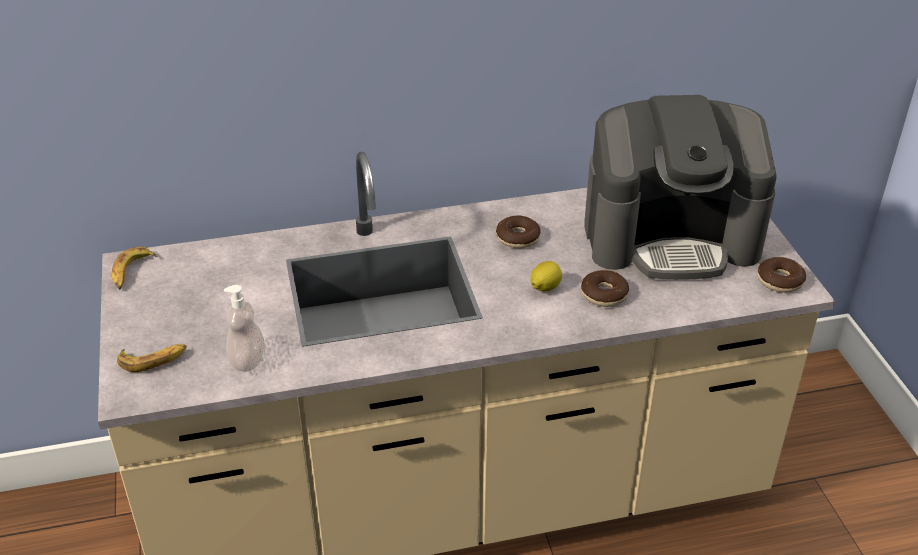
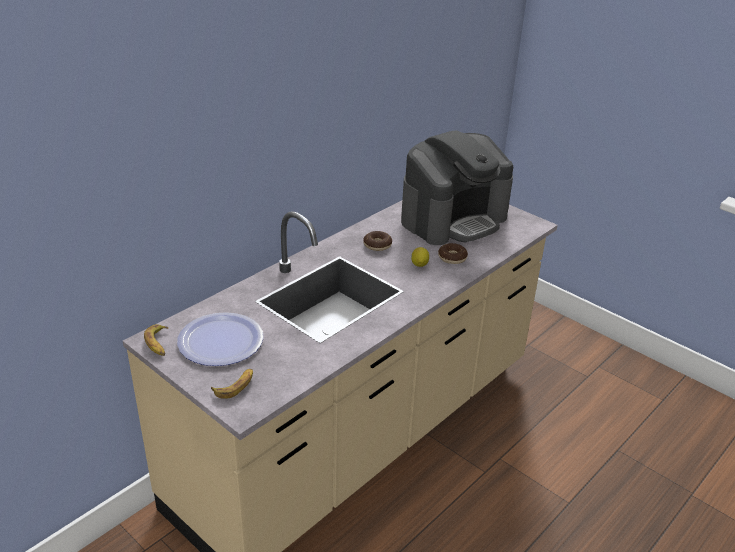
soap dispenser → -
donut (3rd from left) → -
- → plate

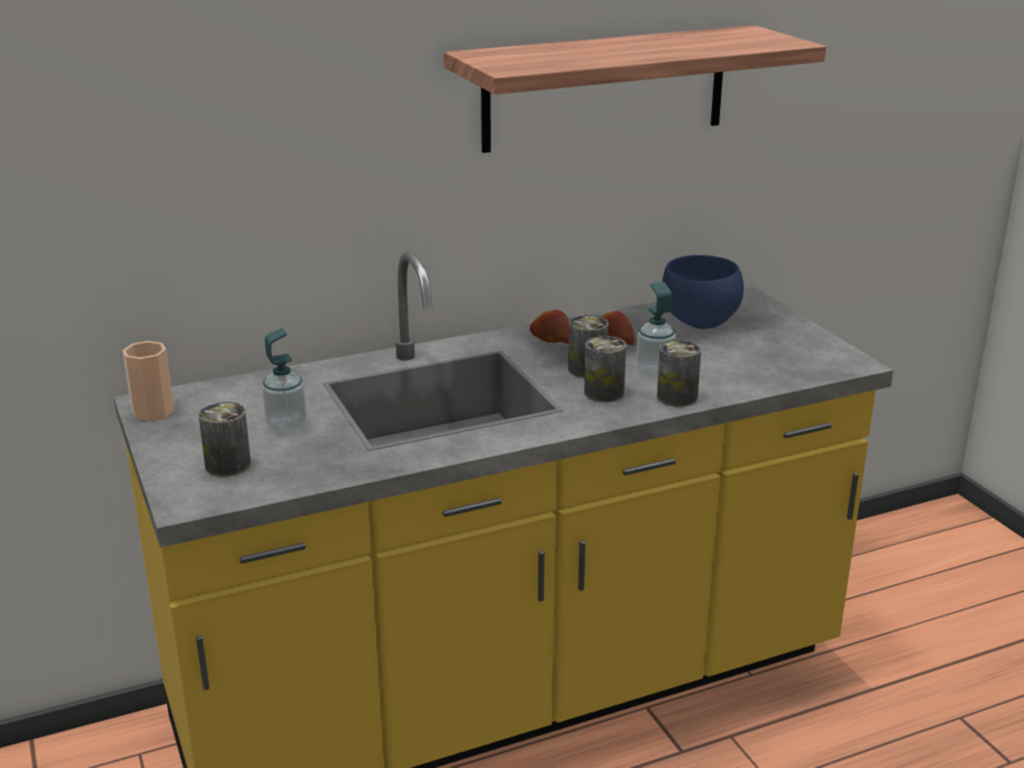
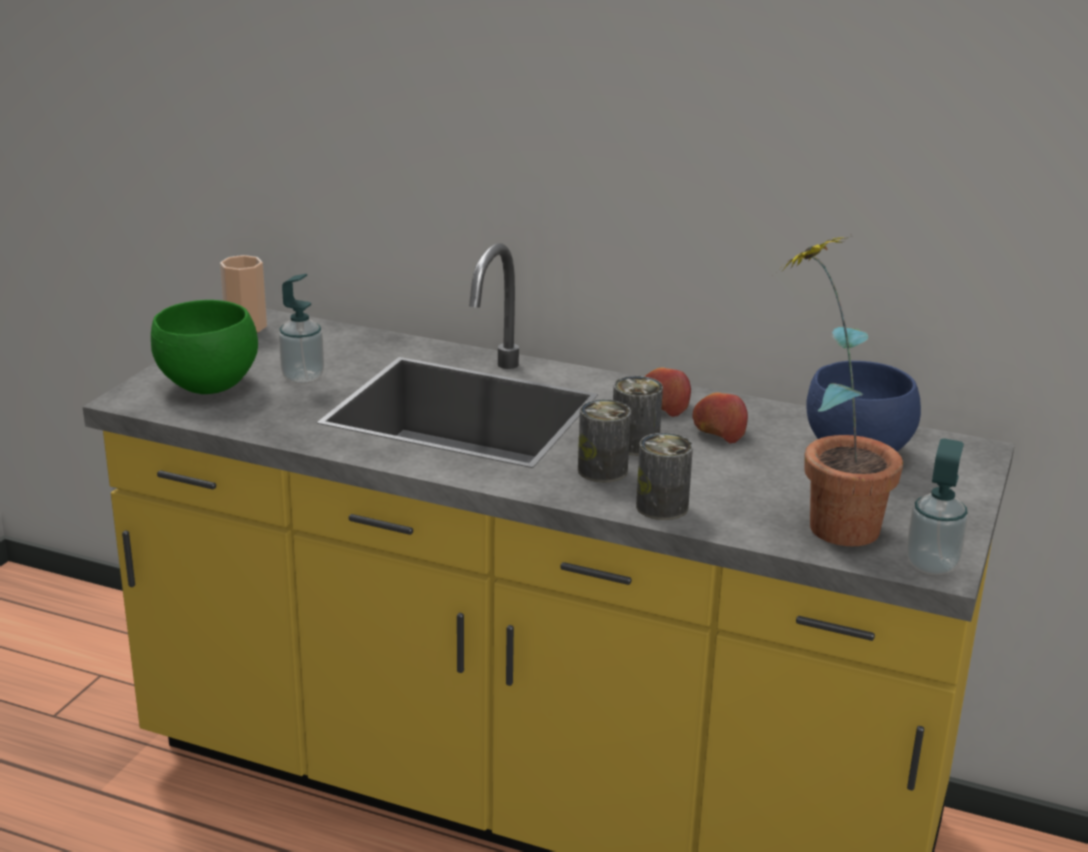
can (1st from left) → green bowl
shelf → -
soap dispenser (2nd from left), move
- → potted plant

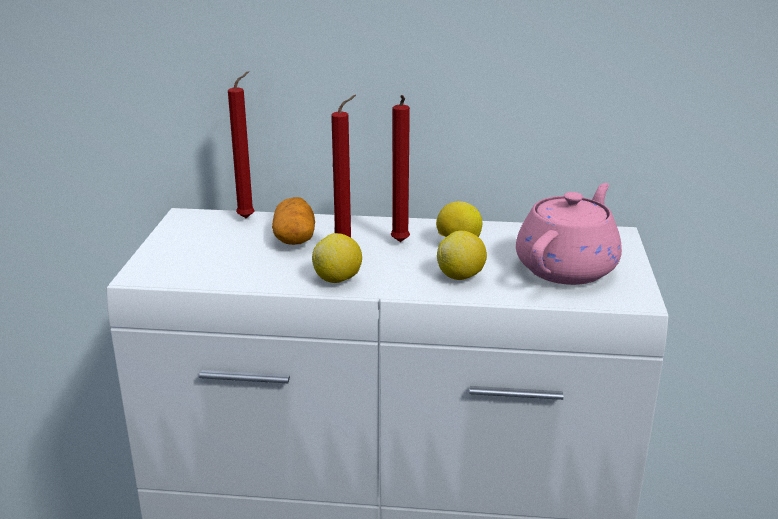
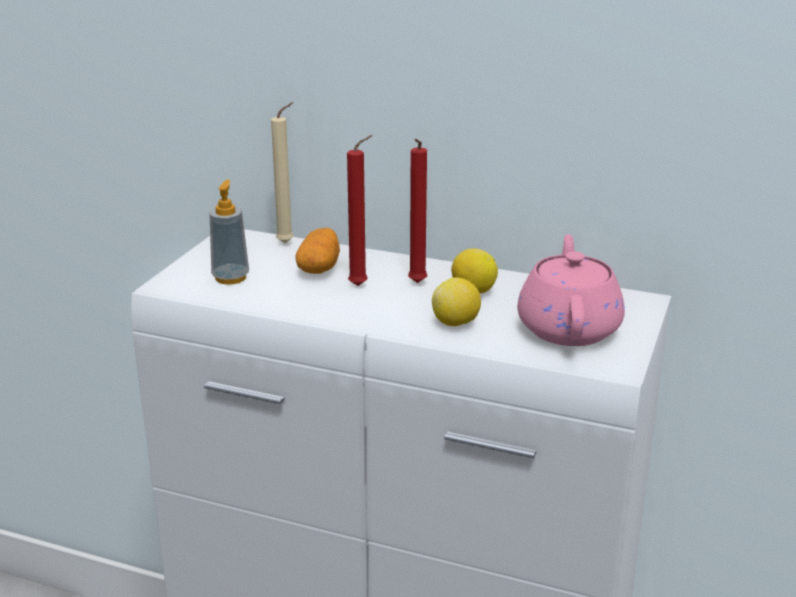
red candle (1st from left) → beige candle
lemon (1st from left) → -
pink teapot, 45 degrees counterclockwise
- → soap dispenser

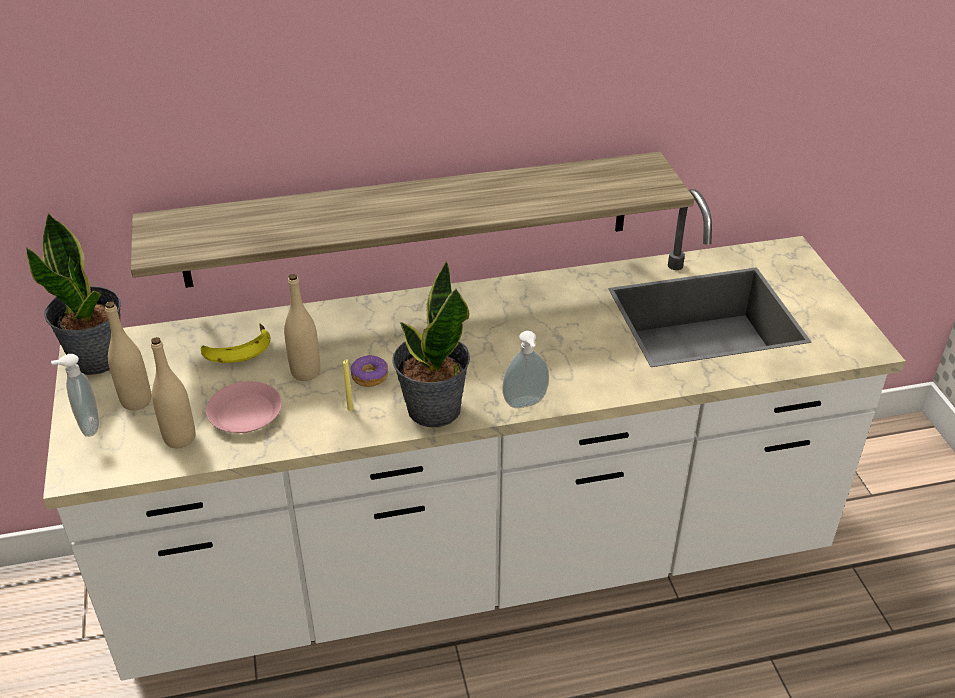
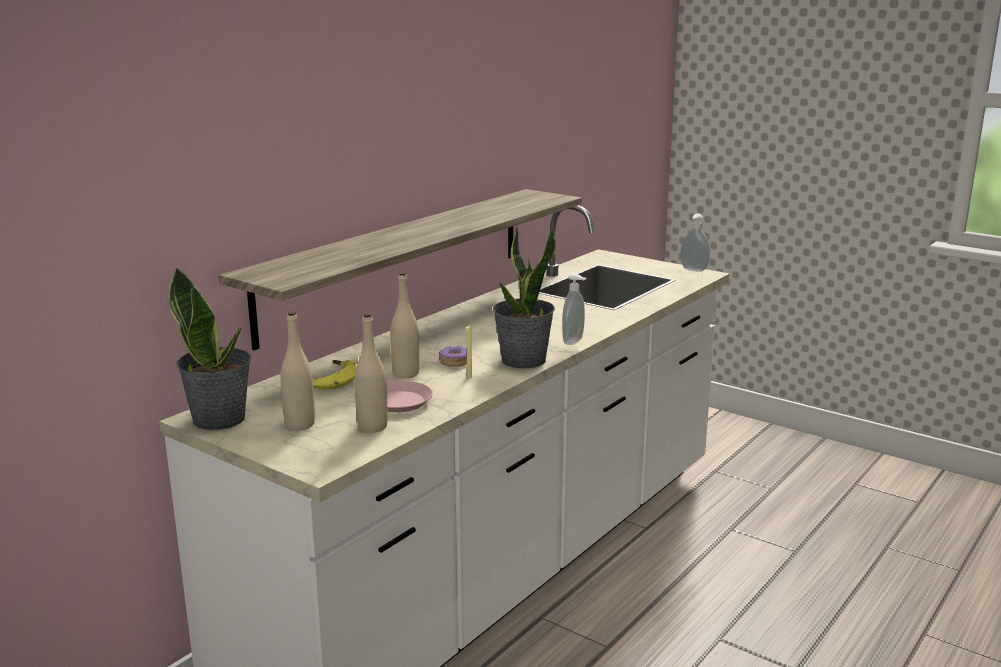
soap dispenser (1st from left in the first image) → soap dispenser (2nd from left), move

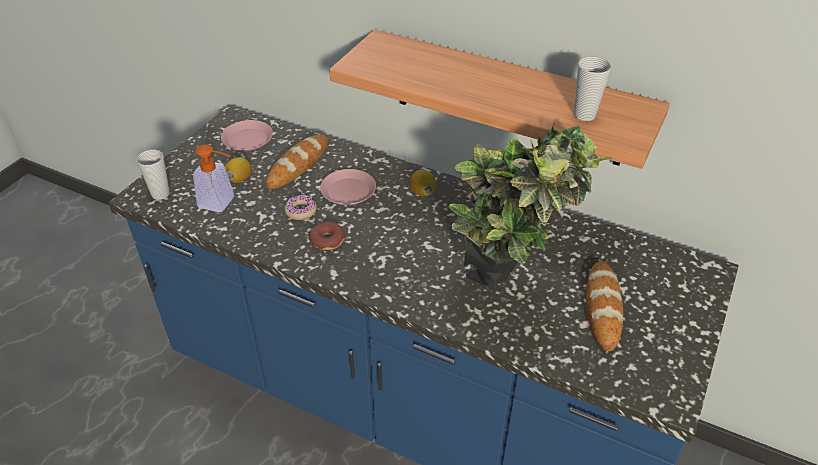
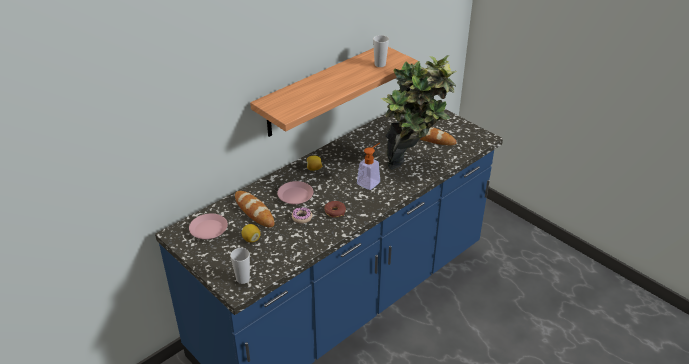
soap dispenser, move

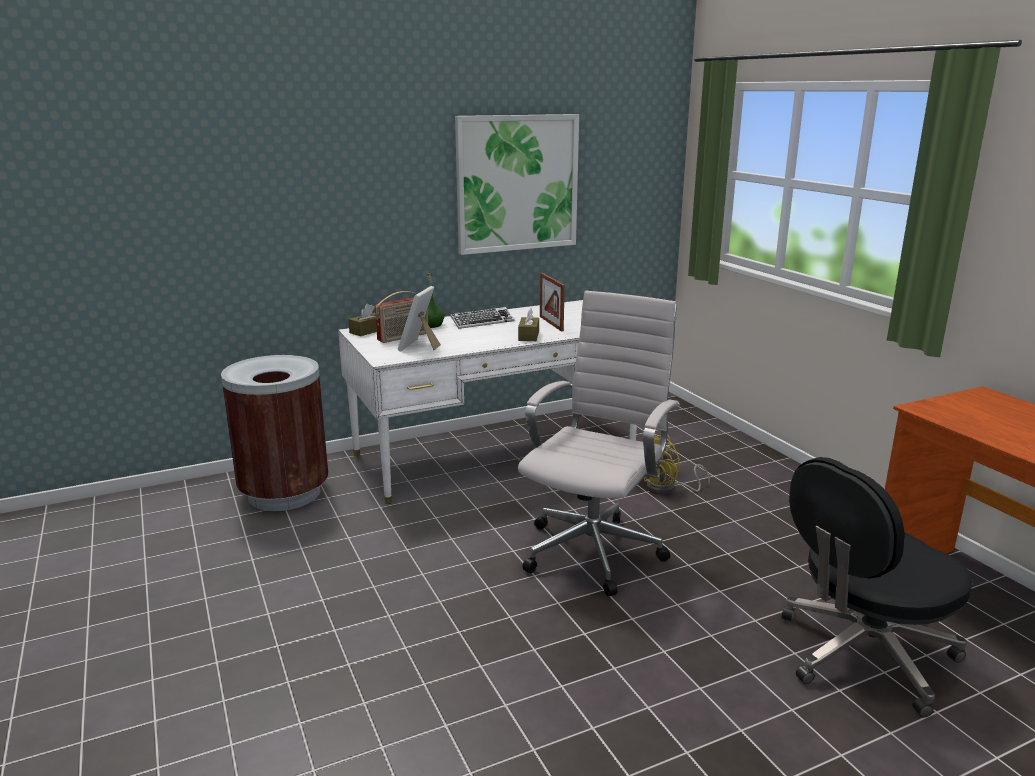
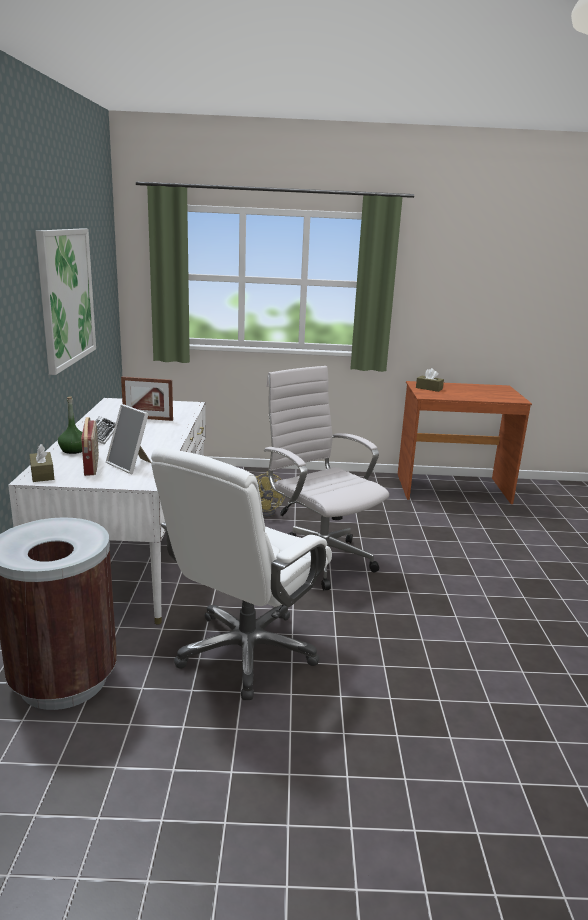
brown tissue box (2nd from left), move
black office chair → -
- → white office chair (1st from left)

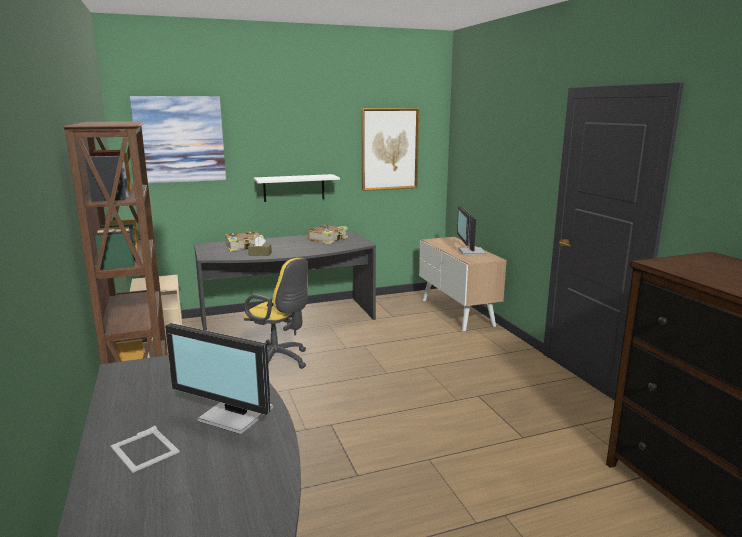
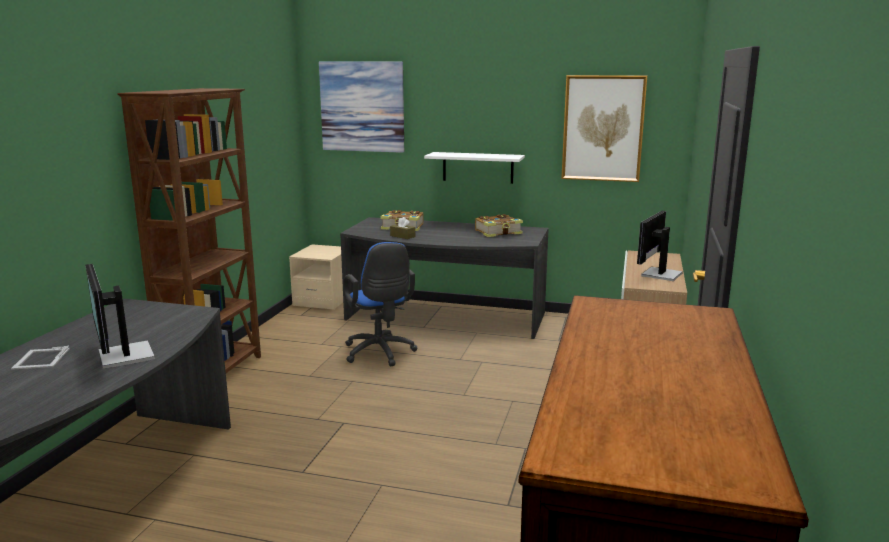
yellow office chair → blue office chair

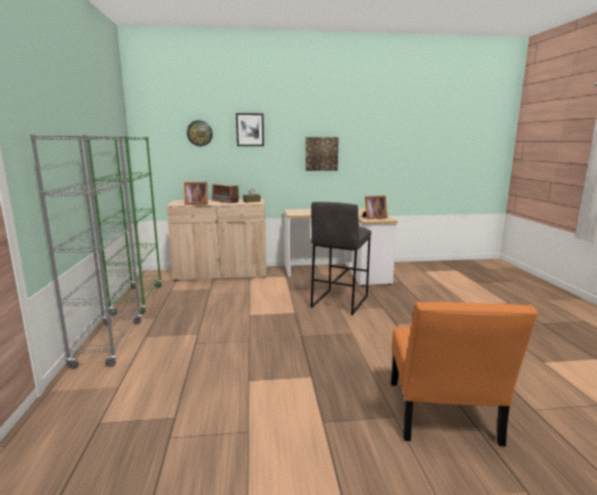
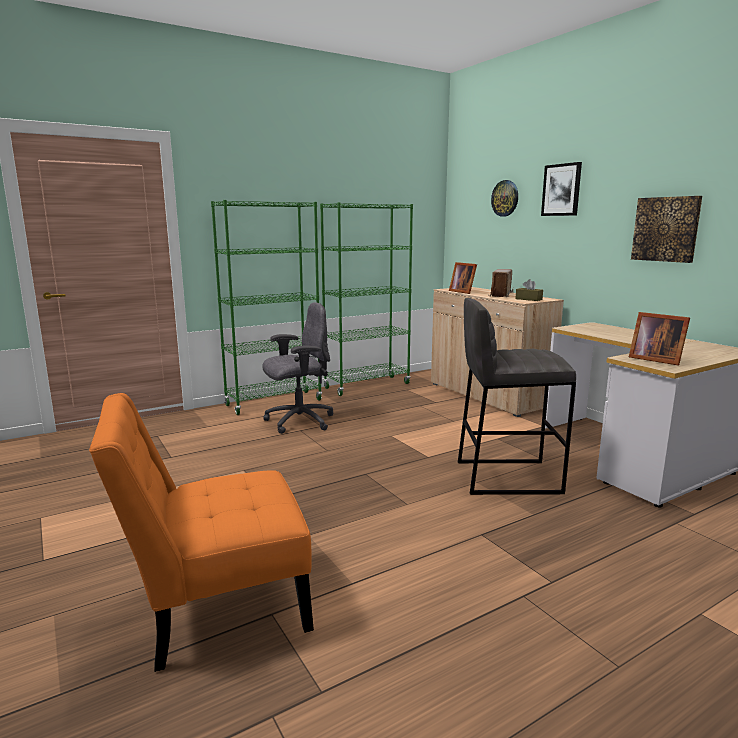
grey bookcase → green bookcase (1st from left)
- → grey office chair

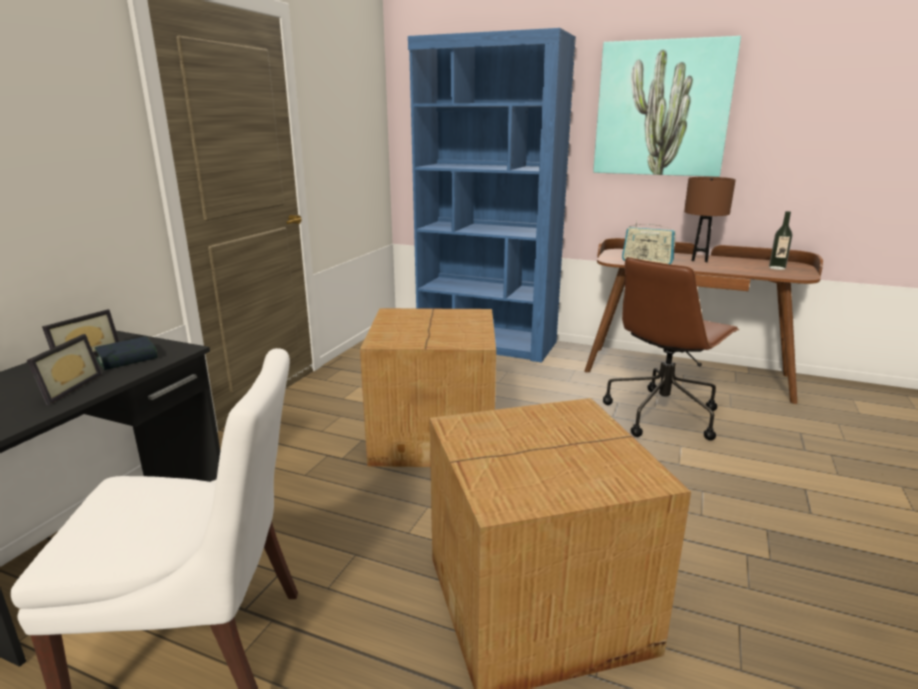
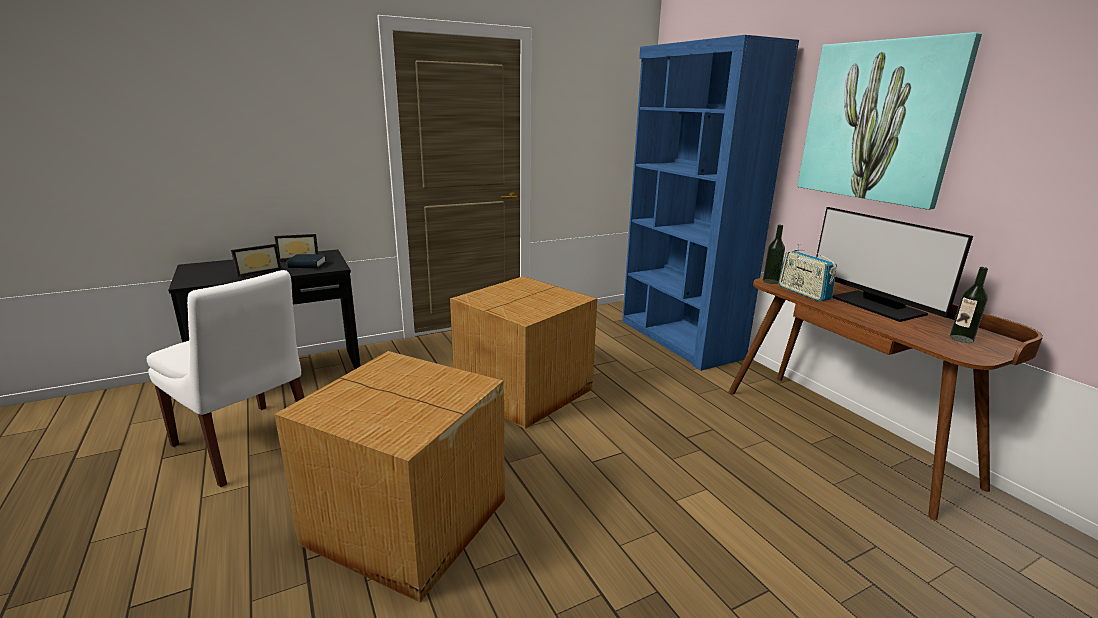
brown office chair → -
brown table lamp → monitor
- → bottle (1st from left)

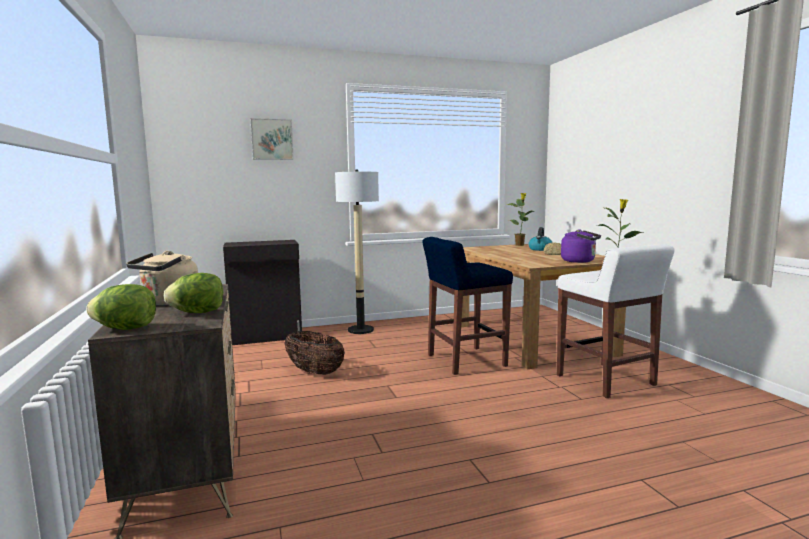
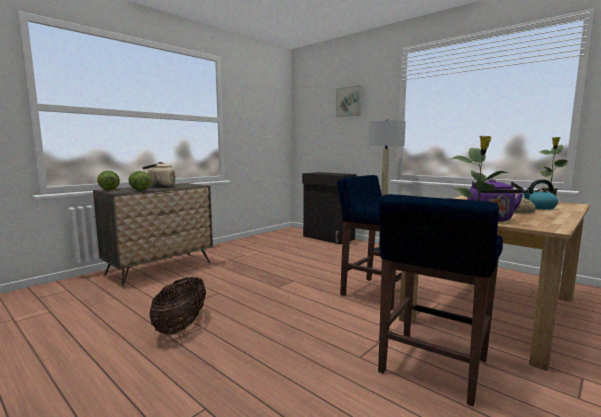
basket, move
white stool → blue stool (2nd from left)

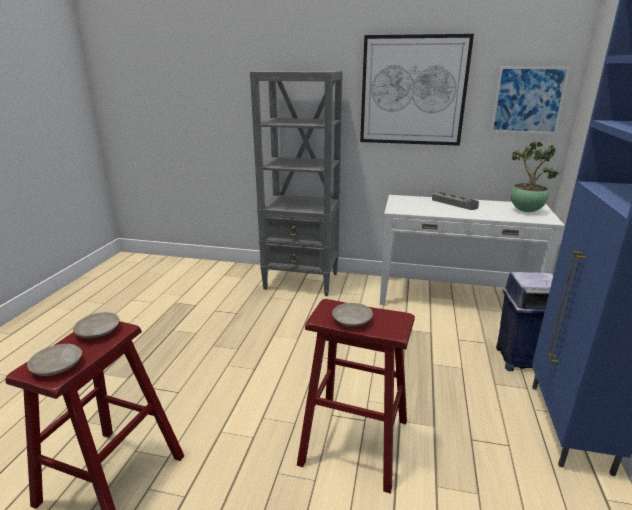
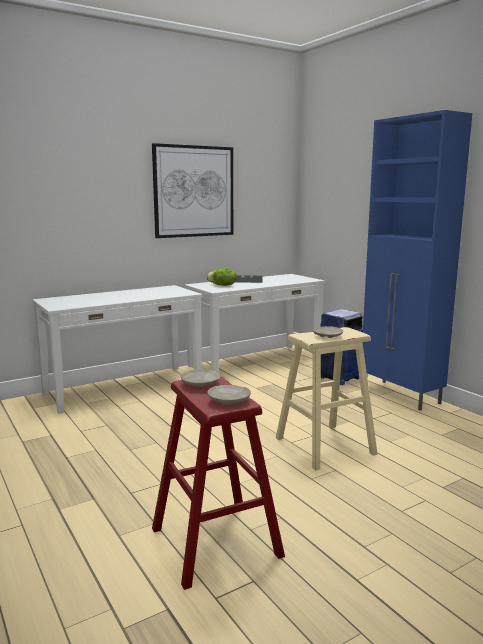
grey bookcase → white console table (1st from left)
red stool (2nd from left) → beige stool
picture (2nd from left) → -
potted plant → -
- → lettuce

